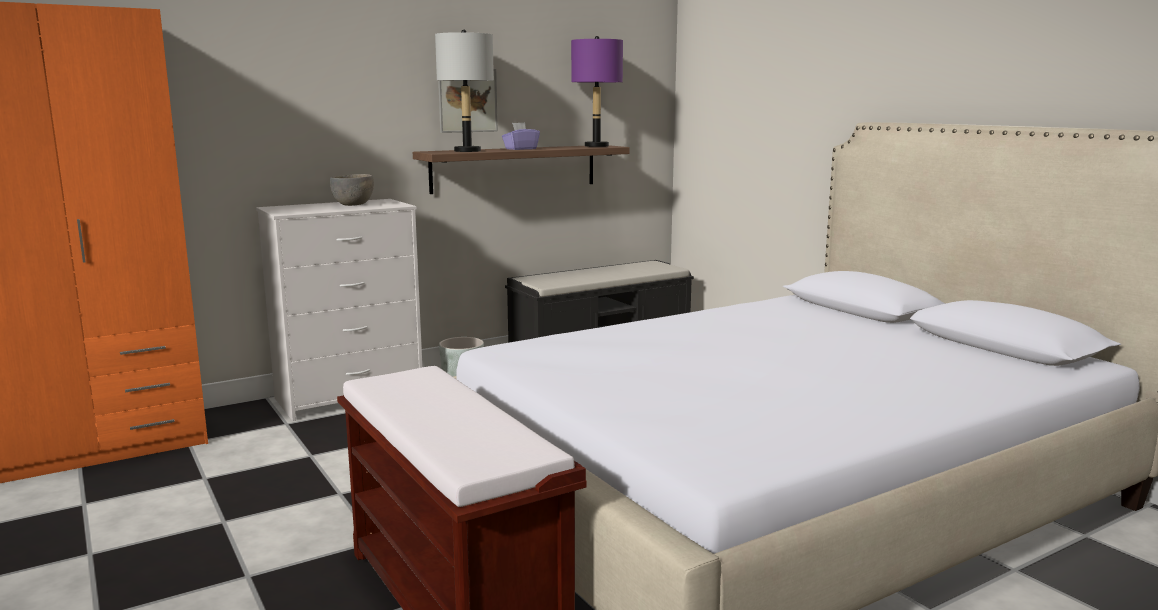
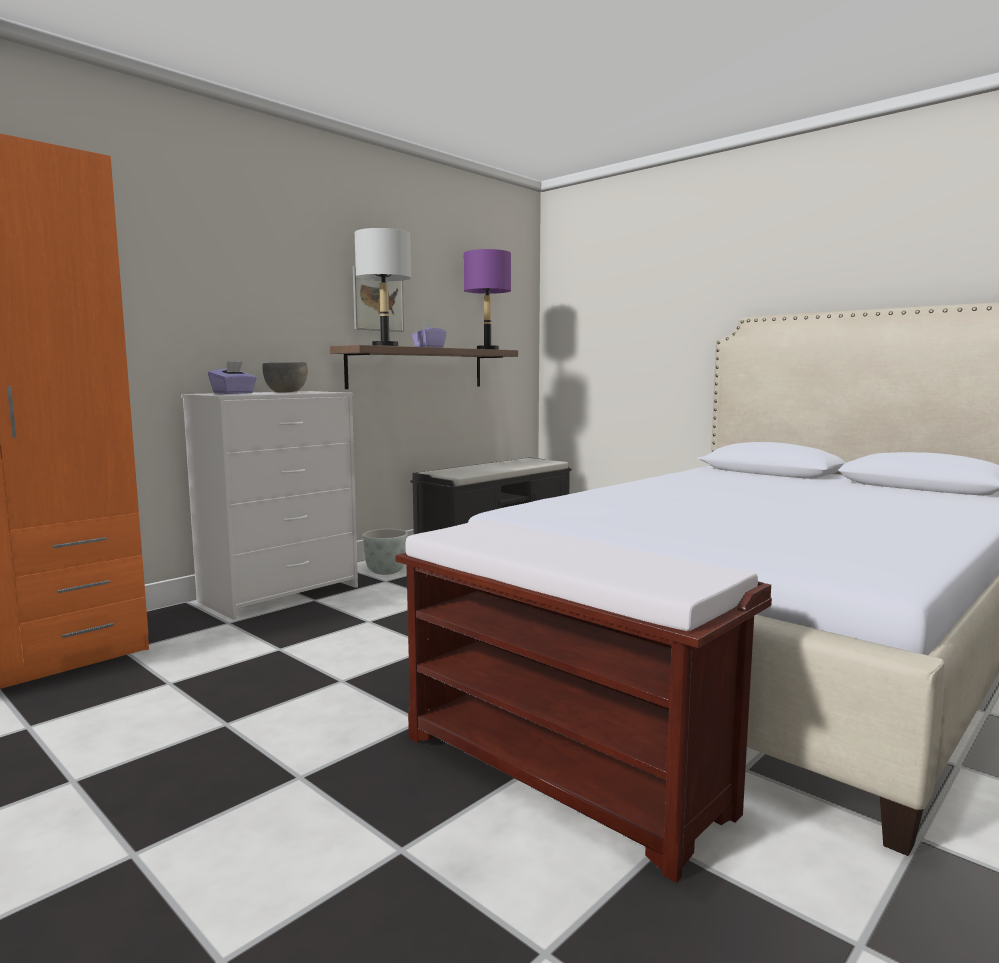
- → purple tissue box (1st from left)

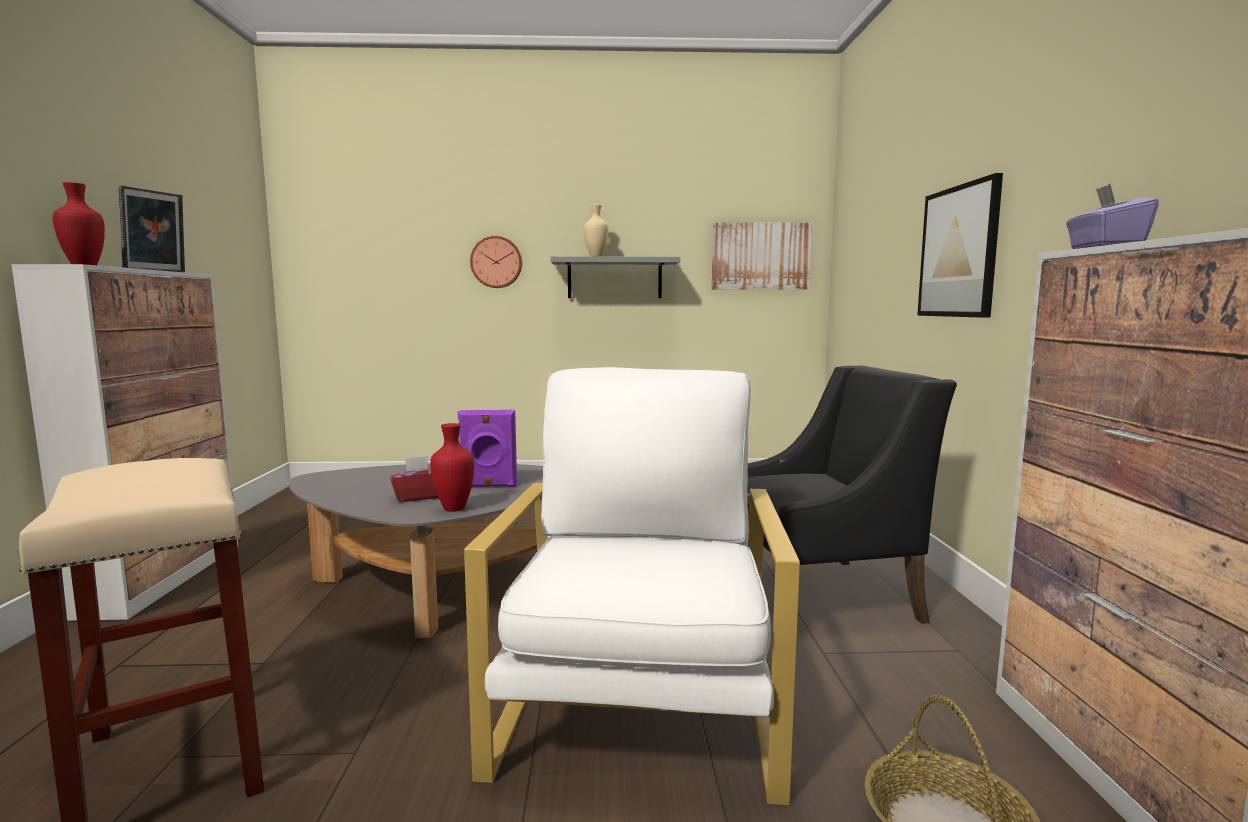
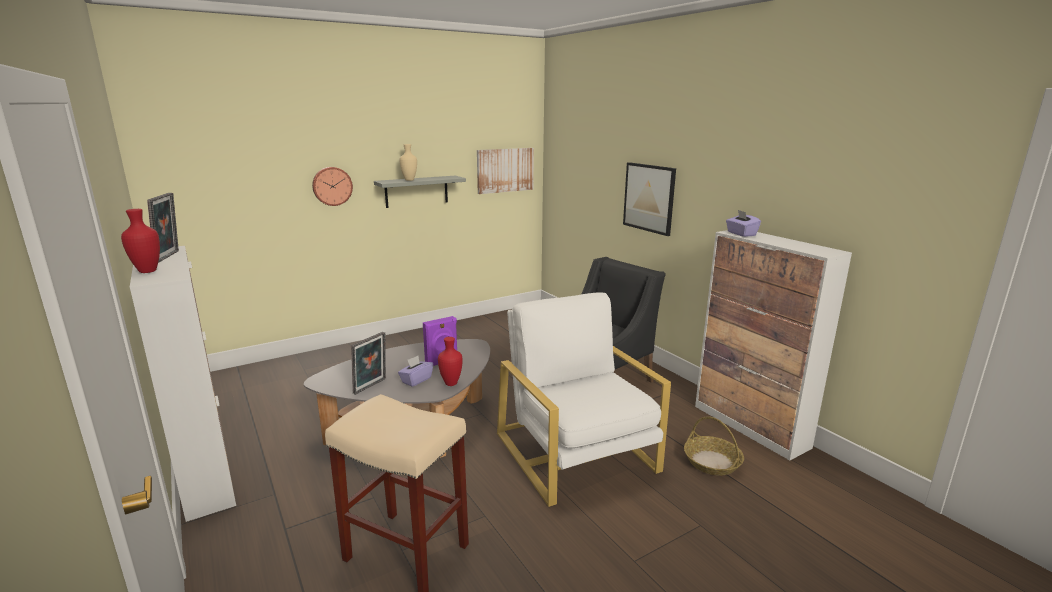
red tissue box → purple tissue box (1st from left)
- → picture frame (2nd from left)

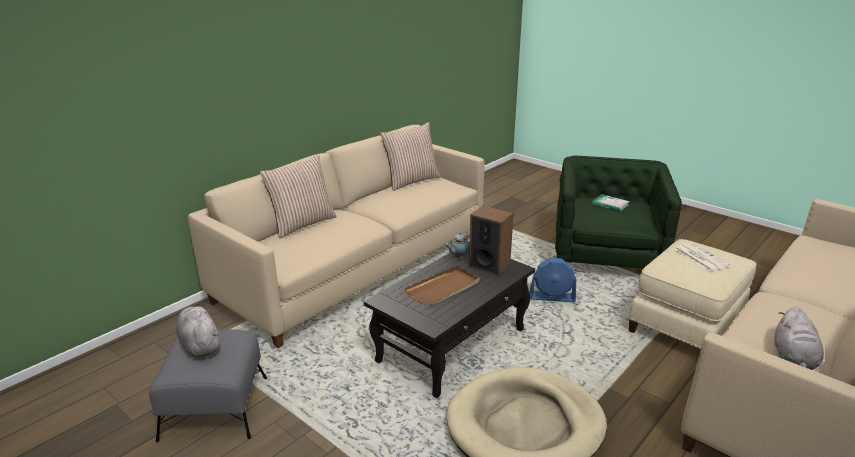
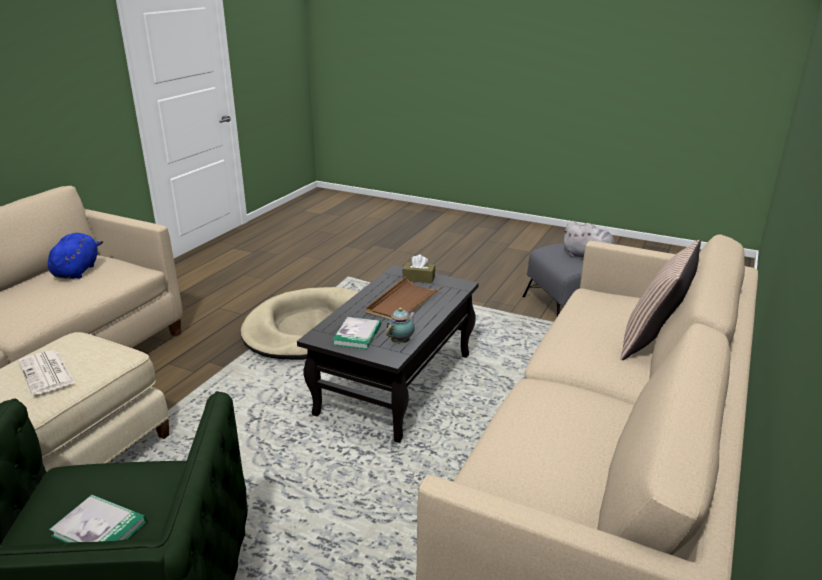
pillow (2nd from left) → -
speaker → book (2nd from left)
blue fan → -
grey plush toy (2nd from left) → blue plush toy
- → brown tissue box

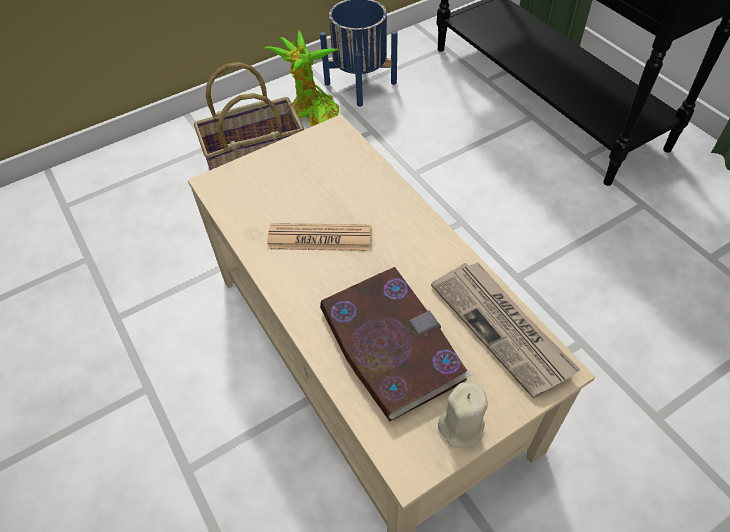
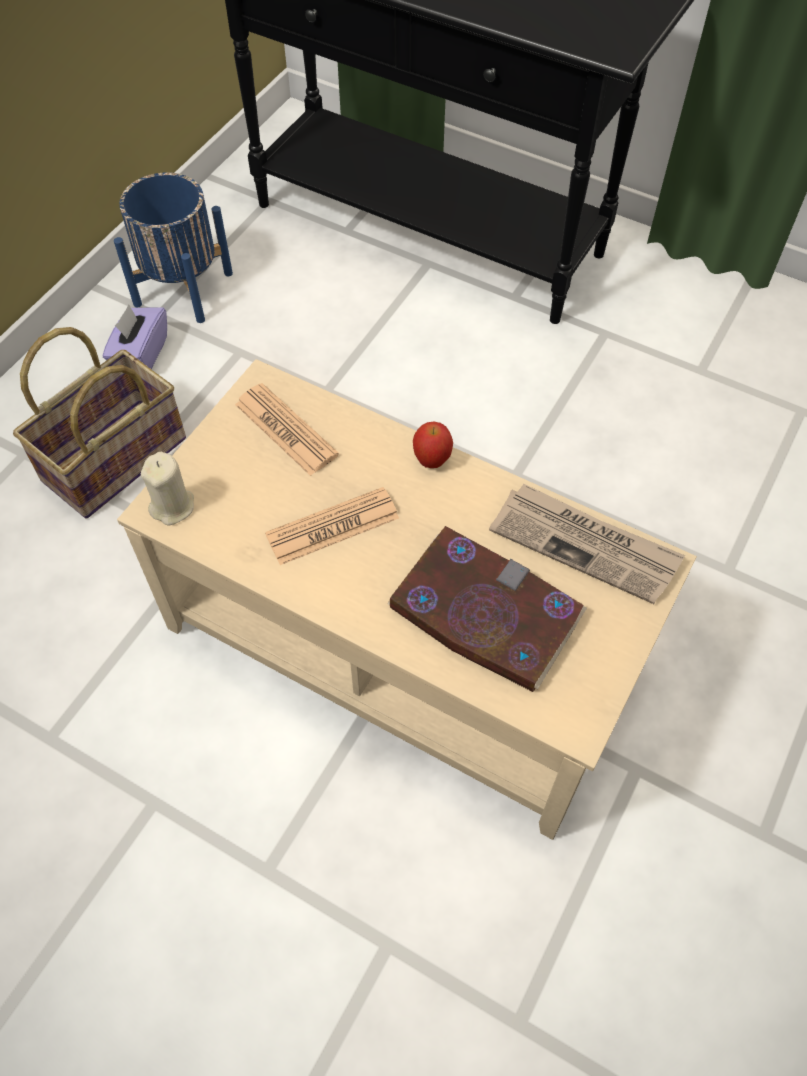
potted plant → purple tissue box
beige candle, move
- → newspaper (1st from left)
- → apple

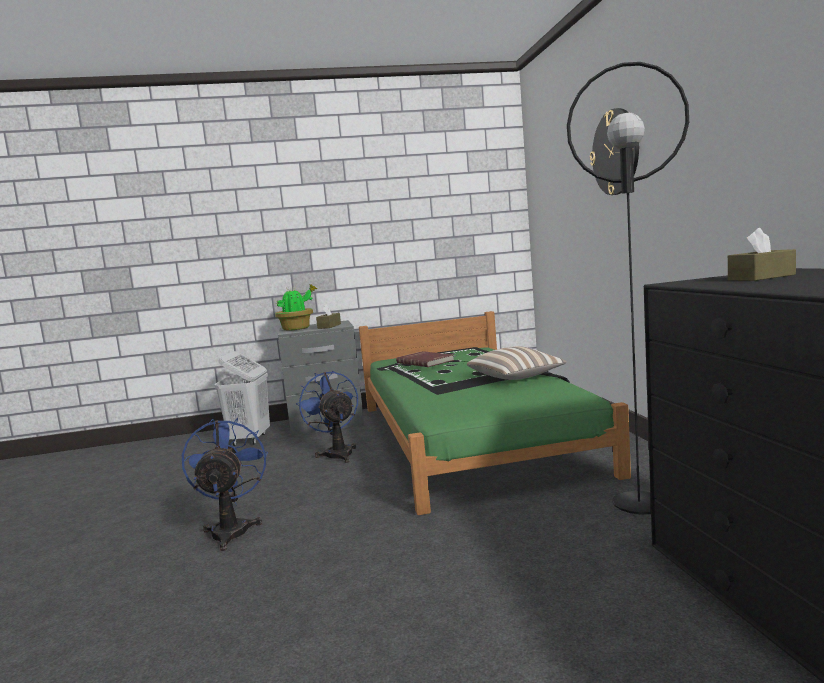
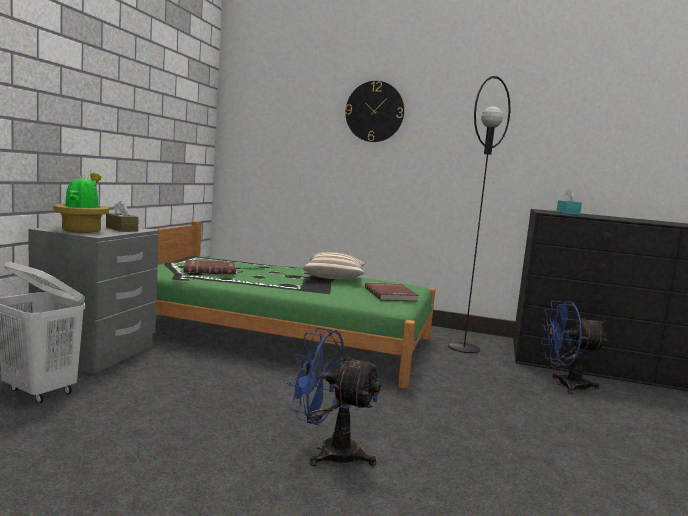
blue fan (2nd from left), move
brown tissue box (2nd from left) → turquoise tissue box
- → red book (2nd from left)

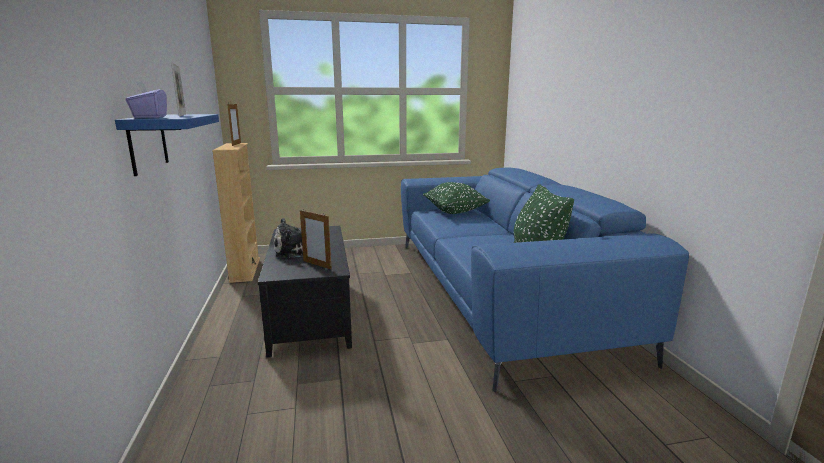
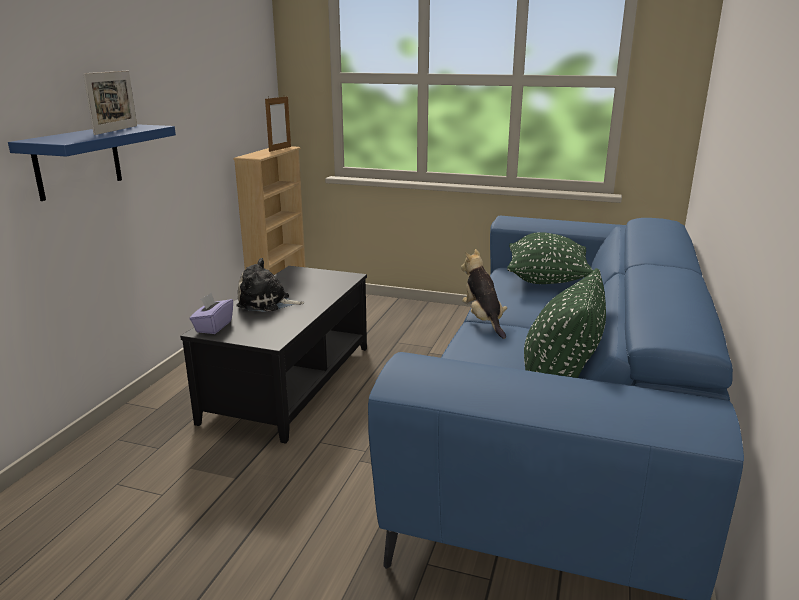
purple tissue box, move
picture frame (3rd from left) → -
- → plush toy (2nd from left)

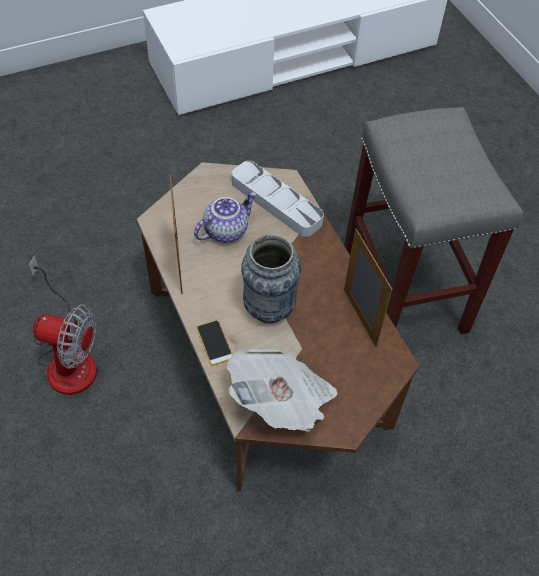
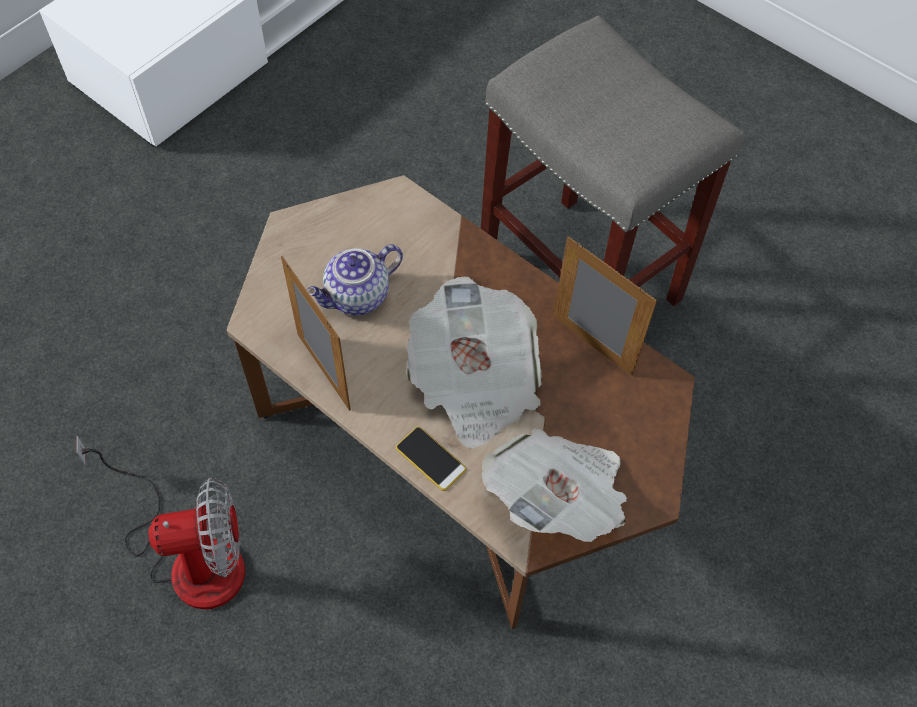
teapot, 150 degrees counterclockwise
grey tray → -
vase → newspaper (1st from left)

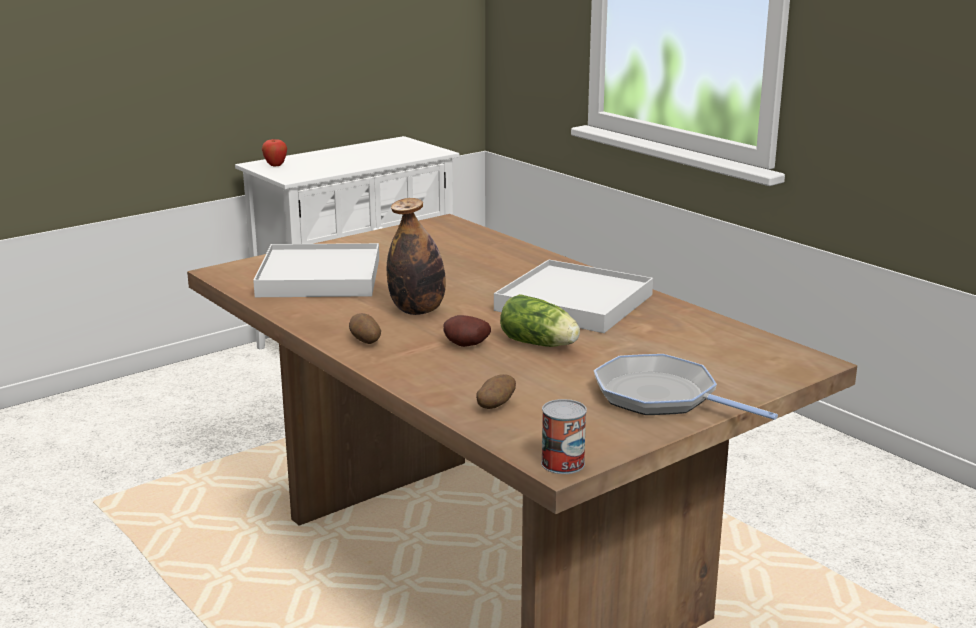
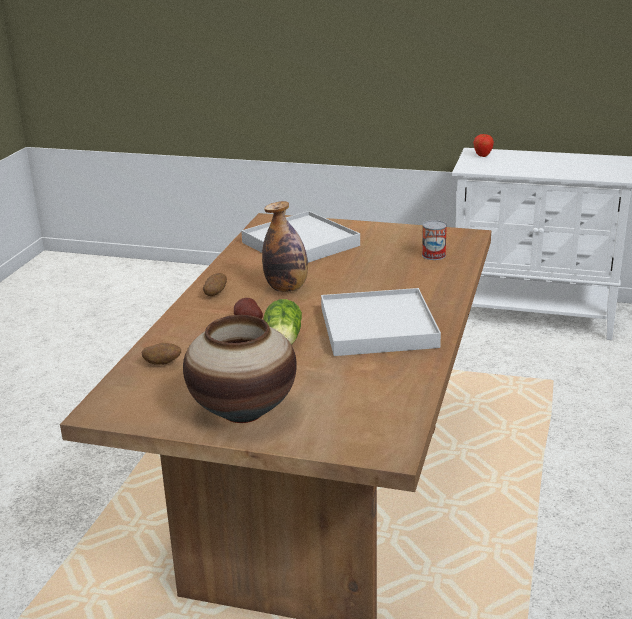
can, move
frying pan → vase

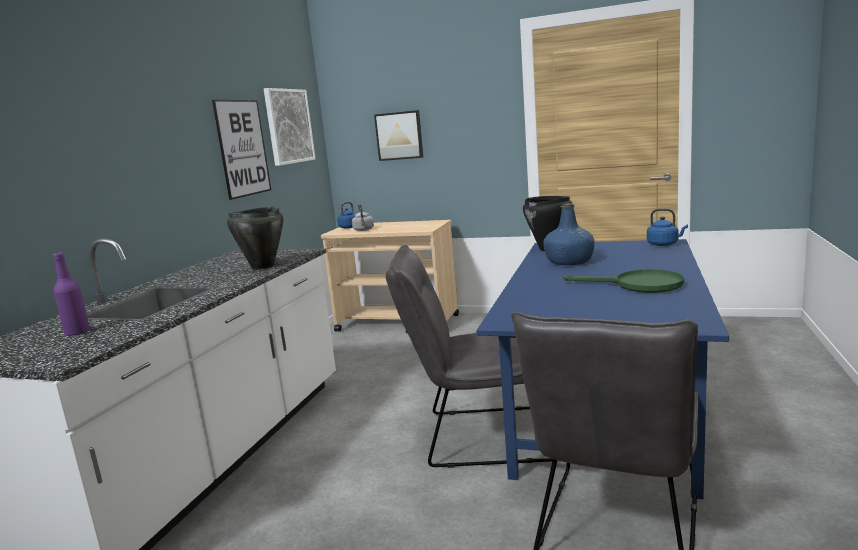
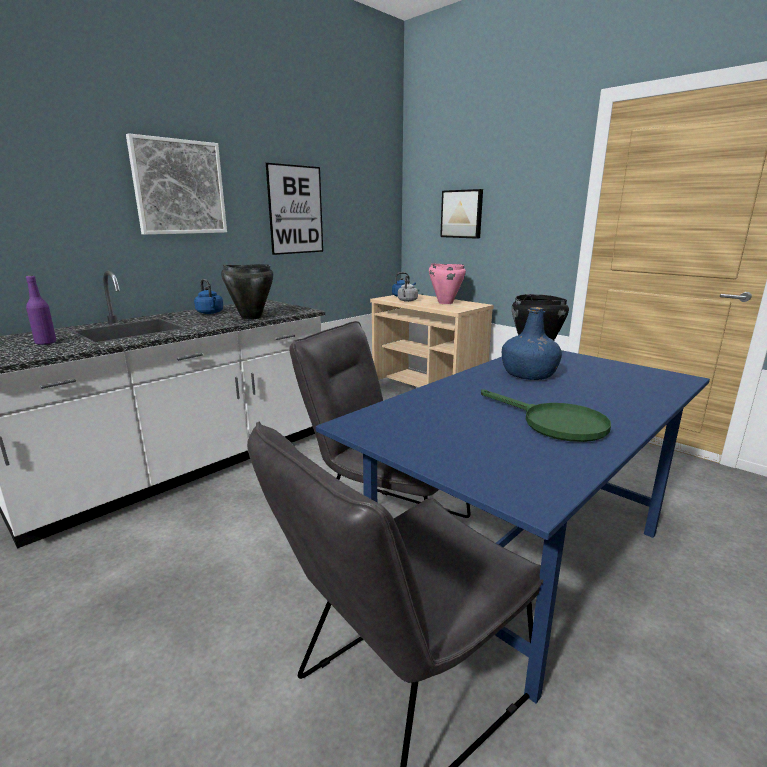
picture (2nd from left in the first image) → picture (1st from left), move
blue kettle (2nd from left in the first image) → blue kettle (1st from left), move
- → pink cooking pot

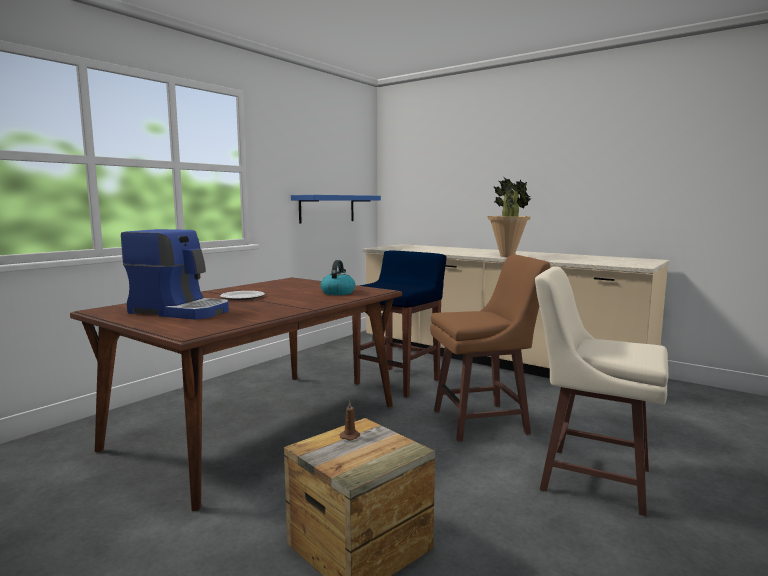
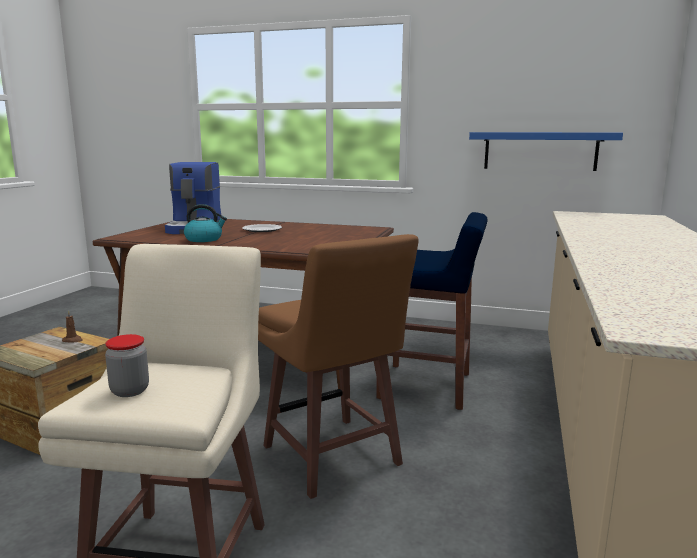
kettle, move
potted plant → -
- → jar

